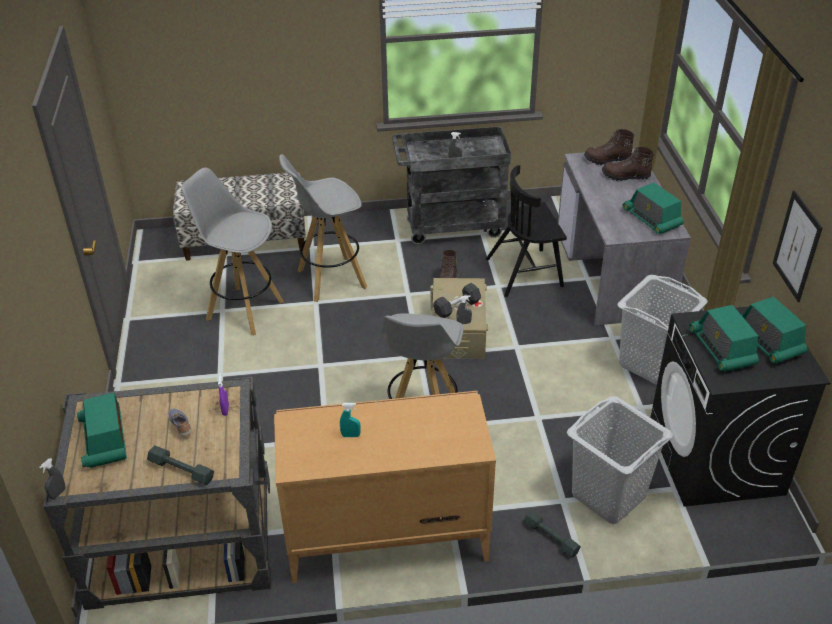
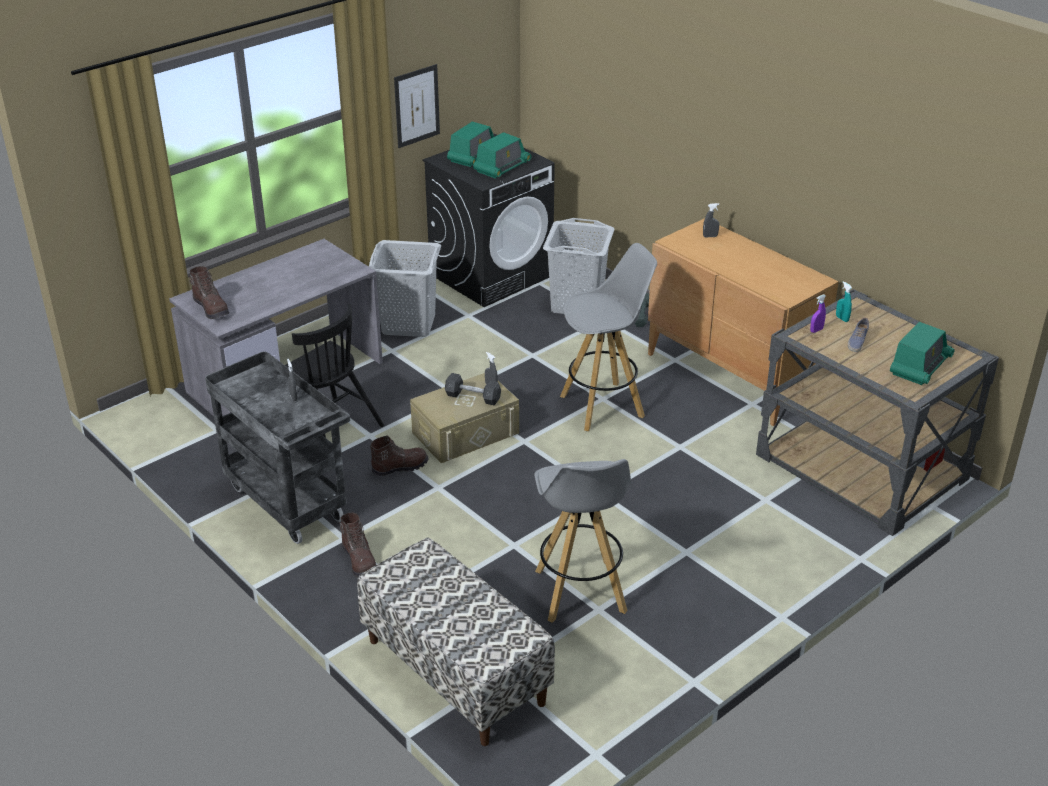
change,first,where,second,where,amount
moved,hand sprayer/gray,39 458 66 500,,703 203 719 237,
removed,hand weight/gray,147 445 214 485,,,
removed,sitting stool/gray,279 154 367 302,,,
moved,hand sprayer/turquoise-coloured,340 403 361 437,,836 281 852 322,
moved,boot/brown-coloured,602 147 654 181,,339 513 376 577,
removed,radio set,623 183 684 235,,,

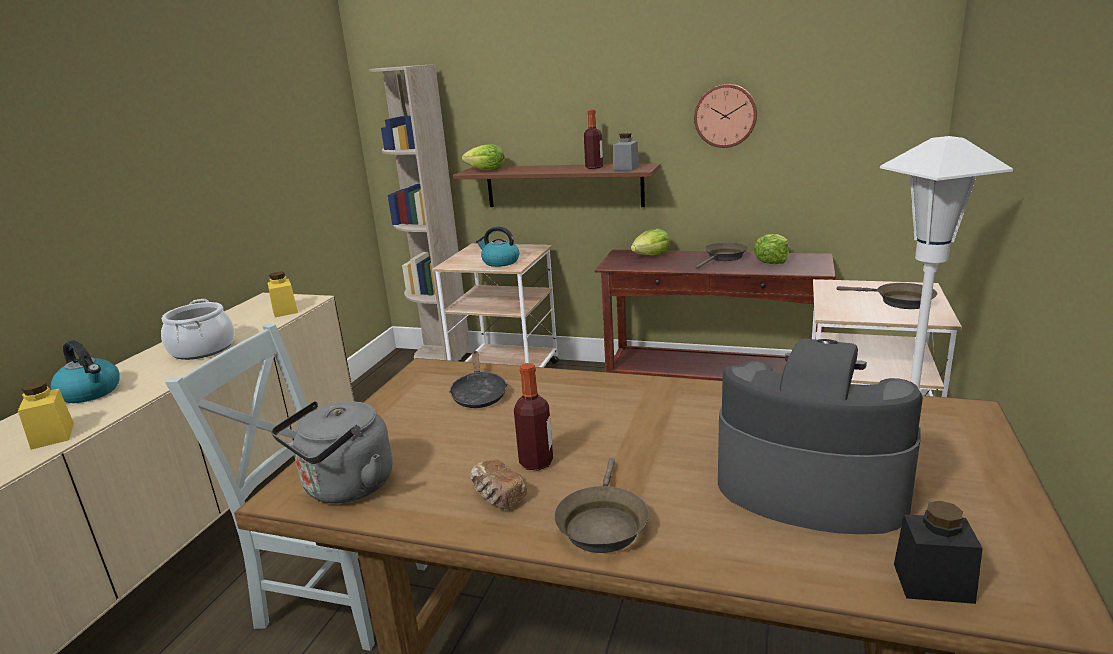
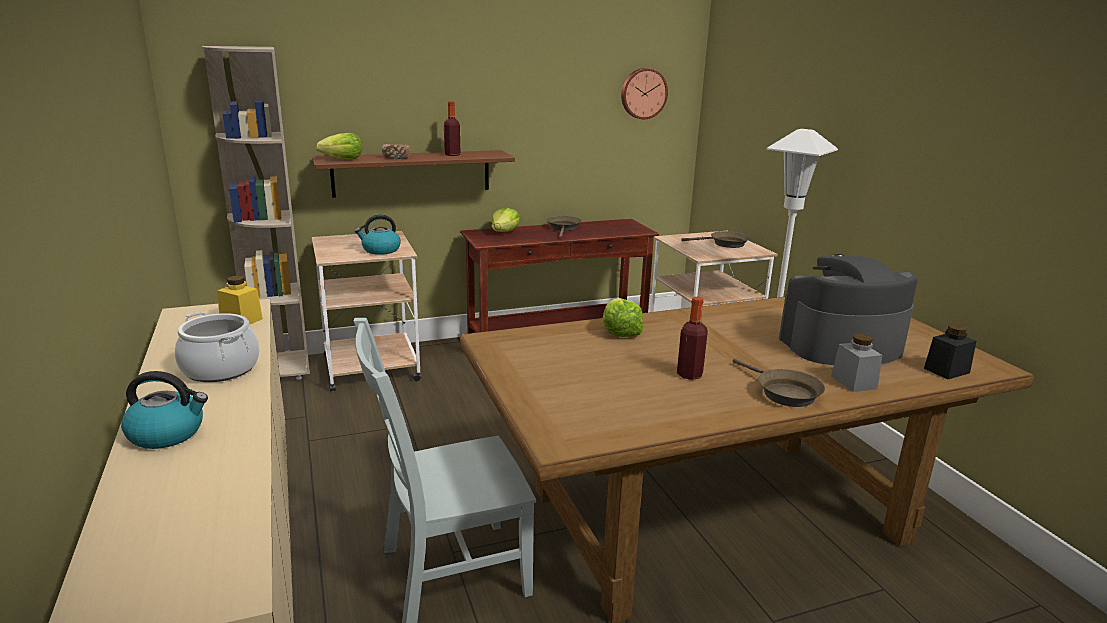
change,first,where,second,where,amount
removed,storage jar/yellow-coloured,18 381 74 450,,,
removed,tea kettle/gray,271 401 393 503,,,
removed,pan/black-coloured,449 351 507 408,,,
moved,baked bread,470 459 527 510,,382 144 411 159,
moved,storage jar/gray,613 133 639 171,,831 334 883 392,
moved,hanging clock,694 84 757 148,,621 68 668 119,
moved,lettuce,753 234 789 264,,603 298 644 337,

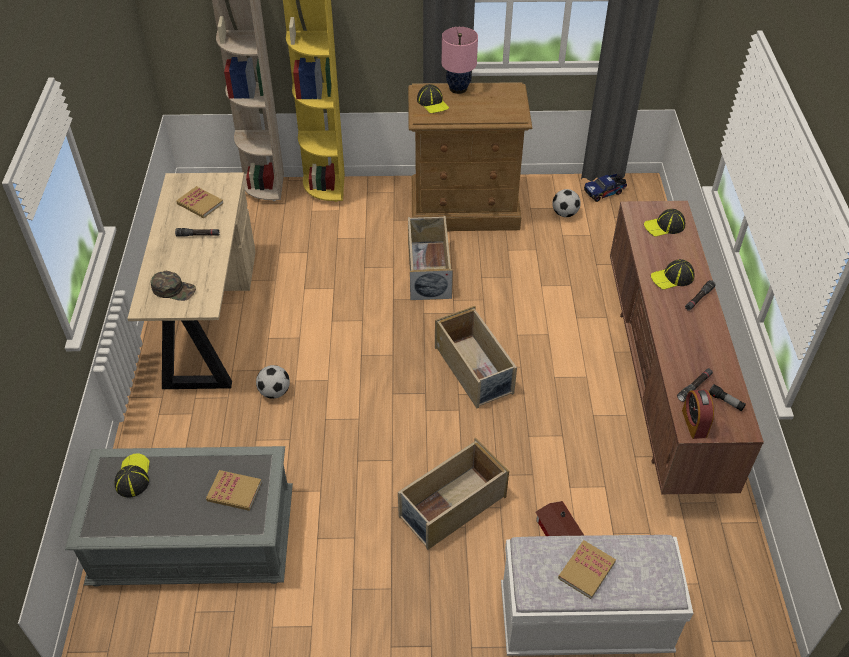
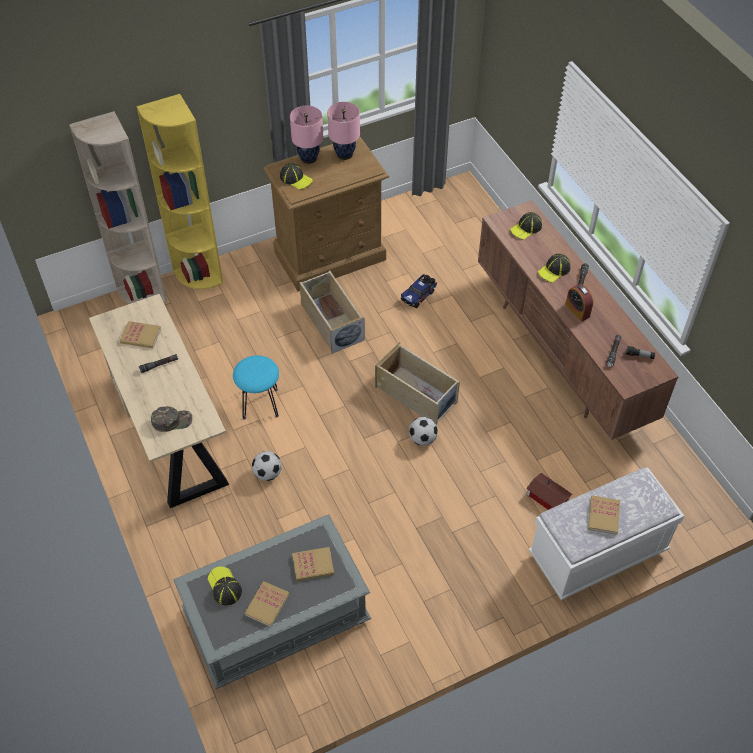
change,first,where,second,where,amount
removed,storage container/sand-coloured,398 438 509 550,,,
moved,ball for football,552 189 581 217,,409 417 438 446,
moved,toy lorry,584 174 627 202,,401 274 437 308,
moved,table clock,682 389 714 439,,565 284 593 321,
added,,,sitting stool/turquoise-coloured,233 355 279 420,
added,,,volume,244 581 290 627,
added,,,lamp for a table/pink,327 102 360 160,

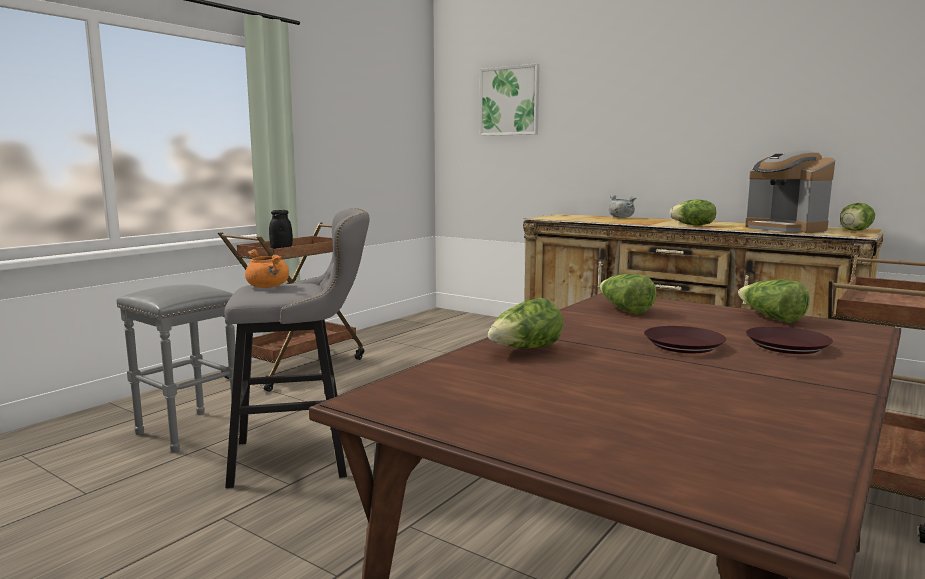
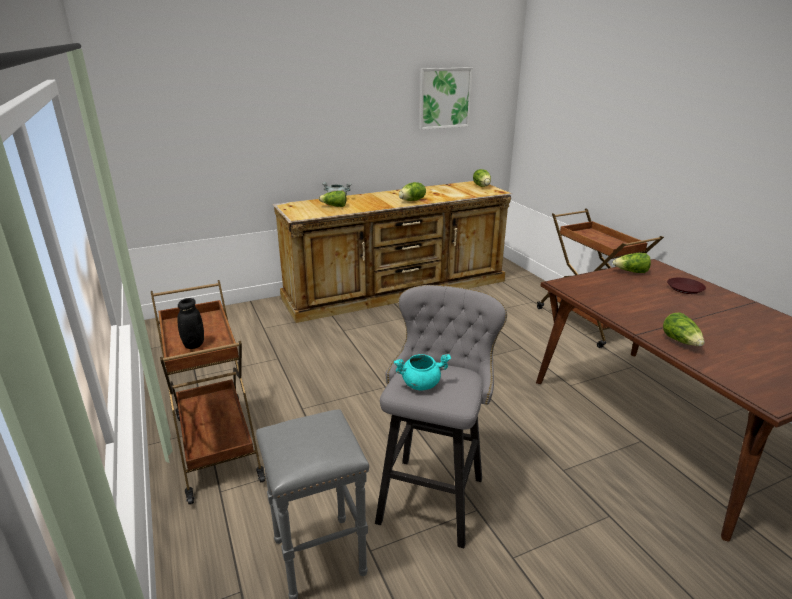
change,first,where,second,where,amount
recoloured,stockpot/orangey,245 249 289 288,stockpot/turquoise-coloured,394 354 451 391,
moved,picture,480 63 540 136,,419 67 473 130,
moved,lettuce,600 273 657 315,,318 191 346 207,
removed,dinner plate/brown-coloured,644 326 726 353,,,
removed,coffee machine,745 151 835 233,,,

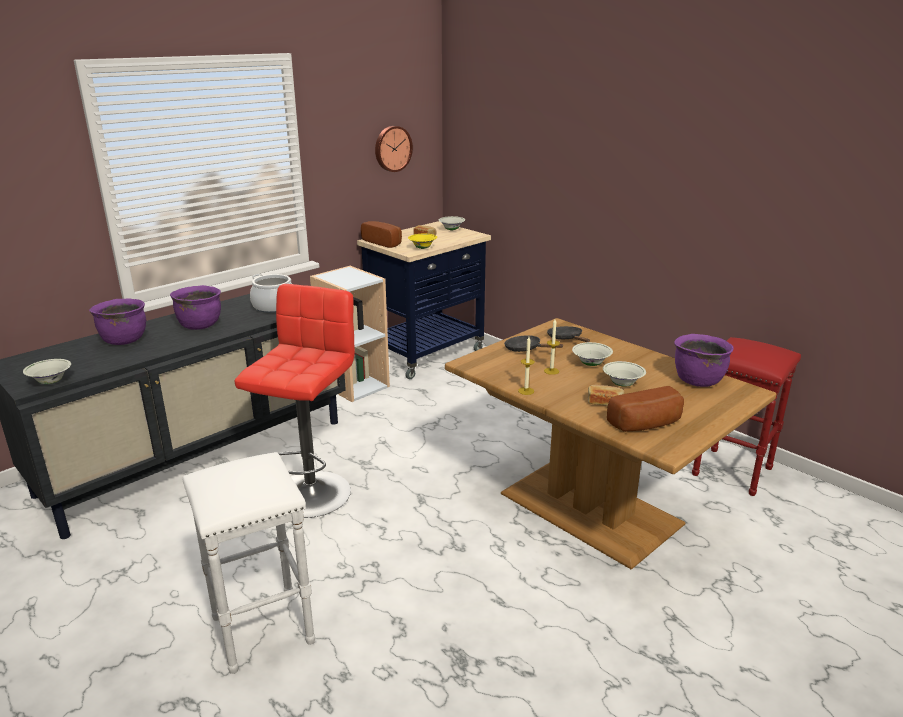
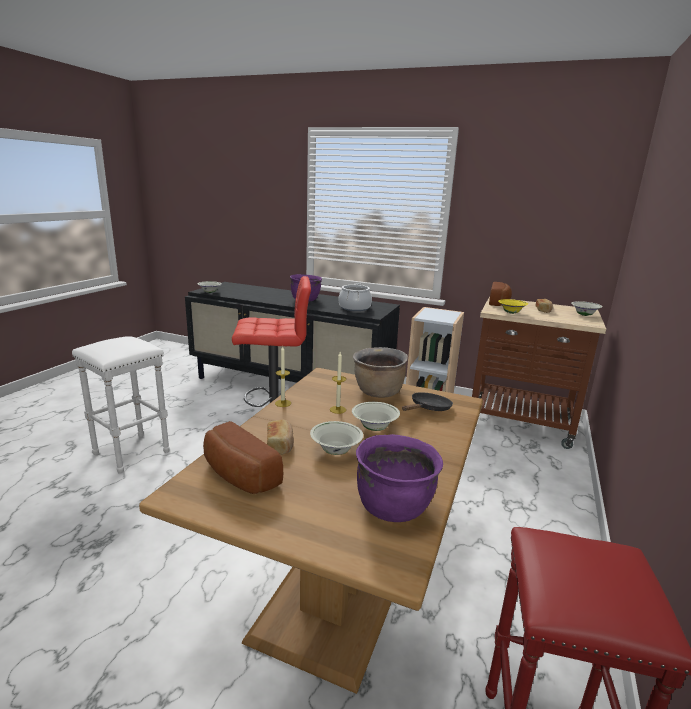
change,first,where,second,where,amount
removed,stockpot/purplish,89 299 146 345,,,
recoloured,wheeled cart/bluish,357 221 491 379,wheeled cart/brown-coloured,472 297 606 449,
removed,hanging clock,375 126 413 172,,,
replaced,pan/black-coloured,504 335 564 352,stockpot/brown-coloured,353 347 408 398,

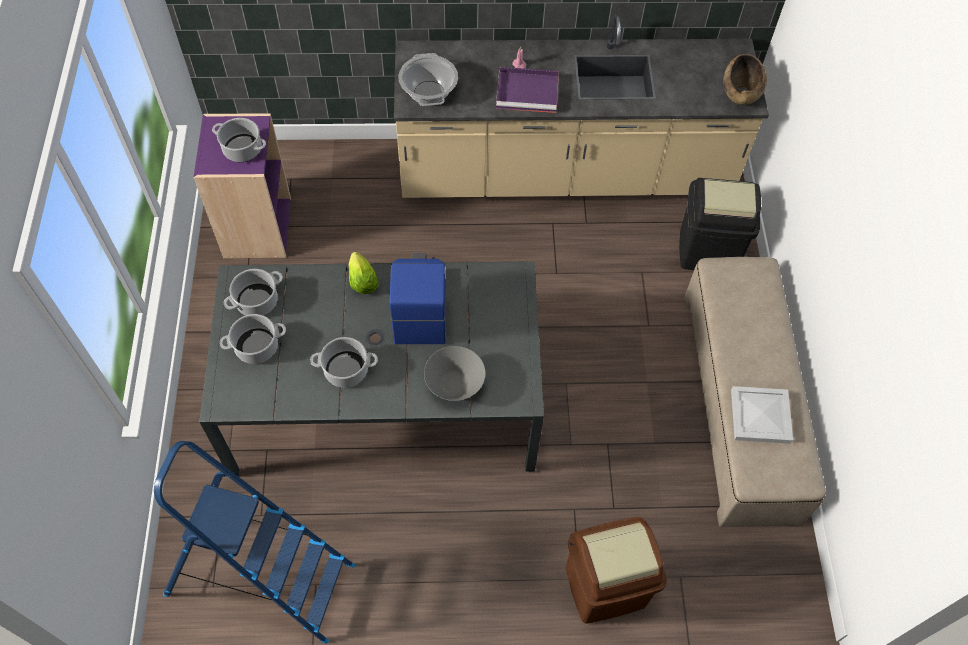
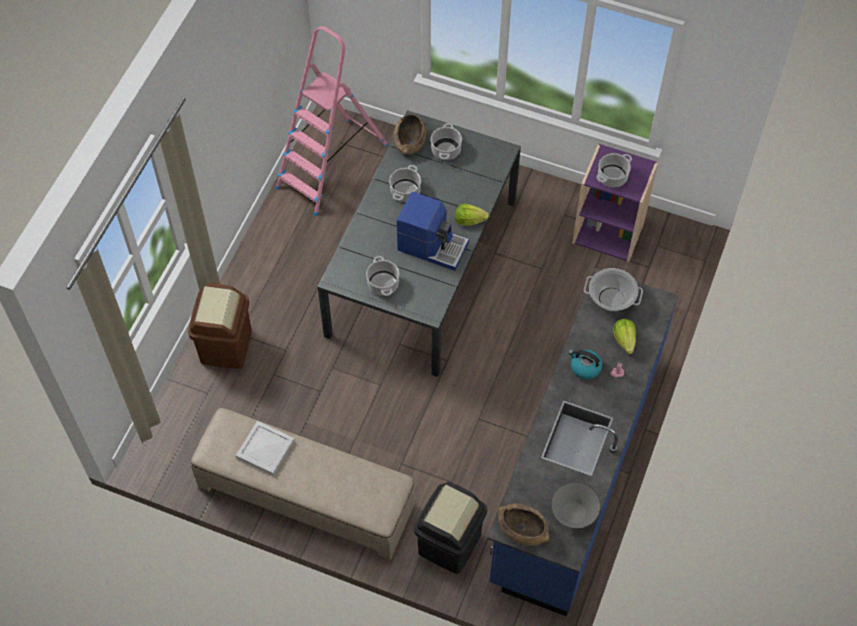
change,first,where,second,where,amount
recoloured,step stool/bluish,154 441 355 643,step stool/pink,276 26 388 216,
moved,stockpot,224 269 283 315,,366 256 399 296,
recoloured,counter/sand-coloured,394 15 769 198,counter/bluish,487 268 679 616,
moved,bowl/gray,424 346 486 401,,552 483 600 528,
replaced,serving tray/purplish,496 67 559 113,tea kettle,568 349 602 379,
added,,,bowl/brown-coloured,393 114 427 155,
added,,,lettuce,613 319 636 354,

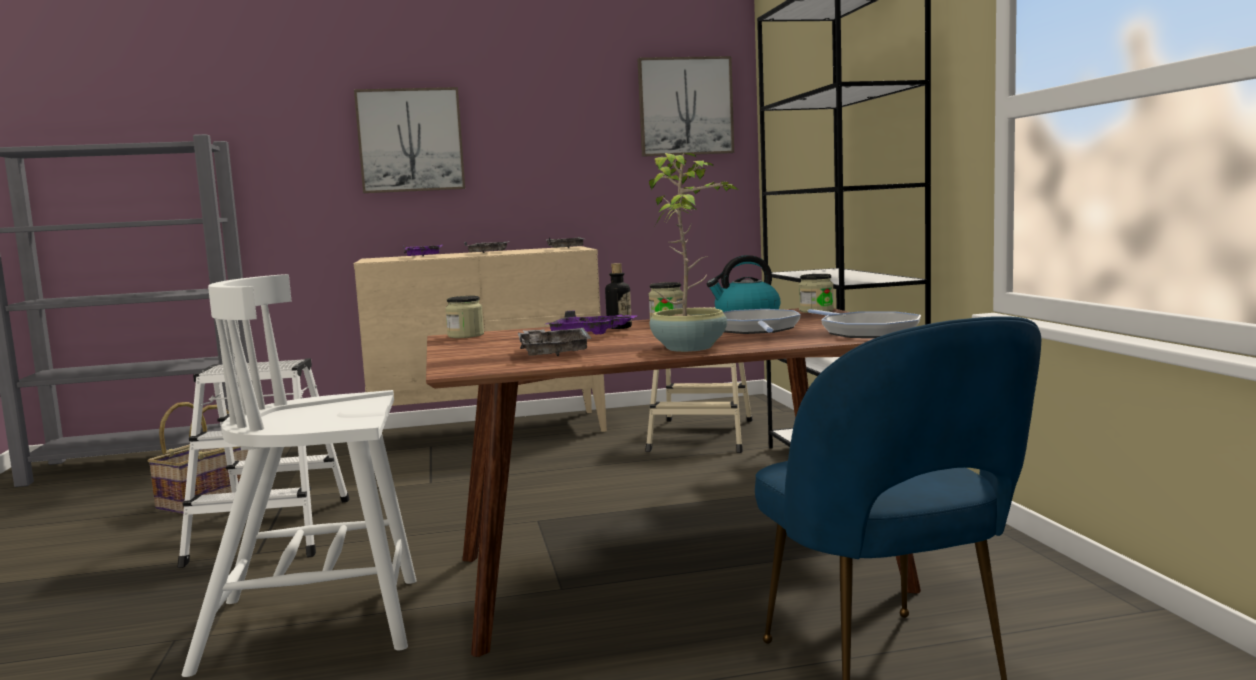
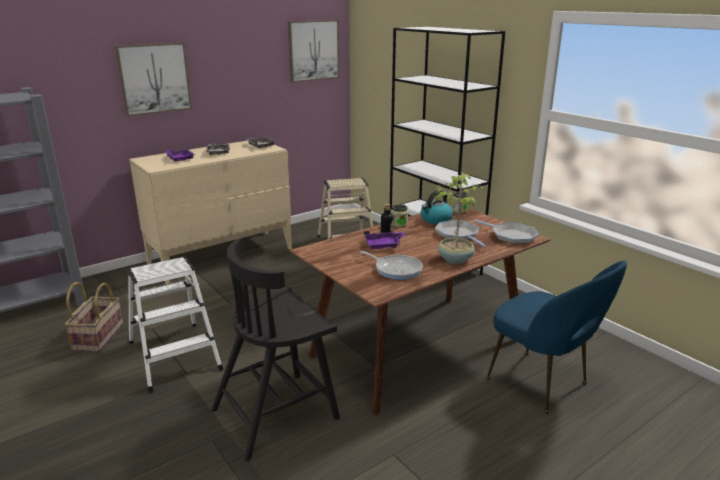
change,first,where,second,where,amount
recoloured,upright chair/white-coloured,182 274 417 677,upright chair/black-coloured,211 239 340 461,
removed,storage jar,445 296 484 338,,,
replaced,serving tray/gray,518 328 592 356,pan,361 251 423 280,

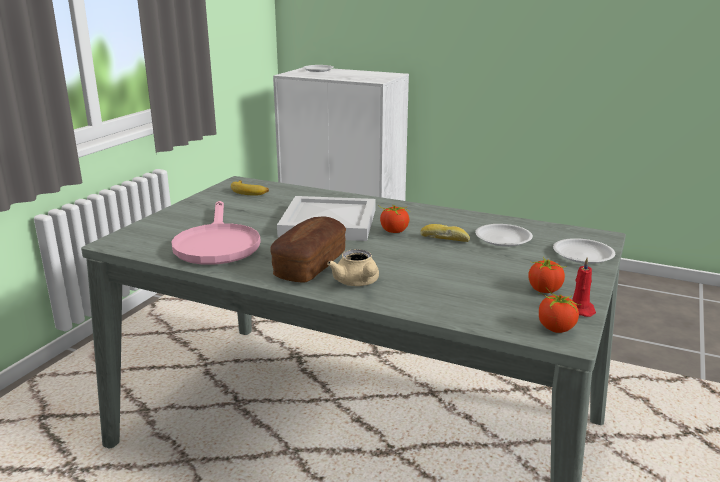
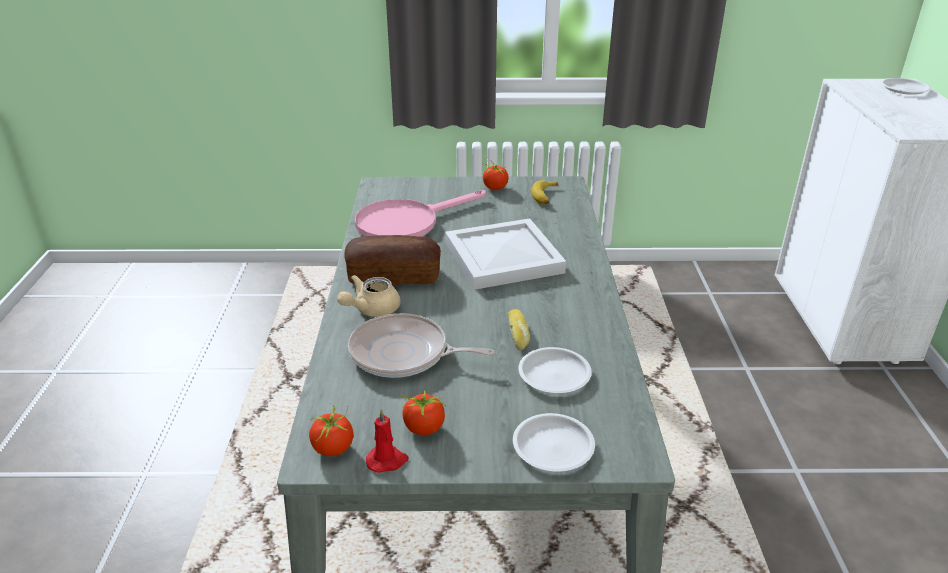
change,first,where,second,where,amount
moved,fresh tomato,379 205 410 233,,483 161 509 190,
added,,,pan,348 313 494 378,

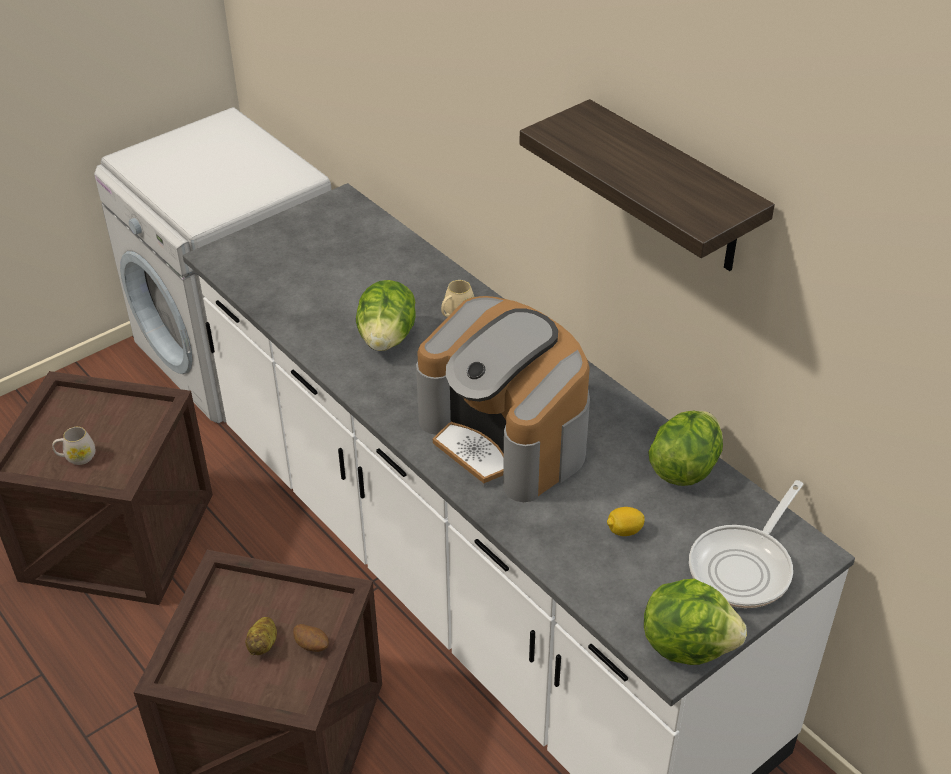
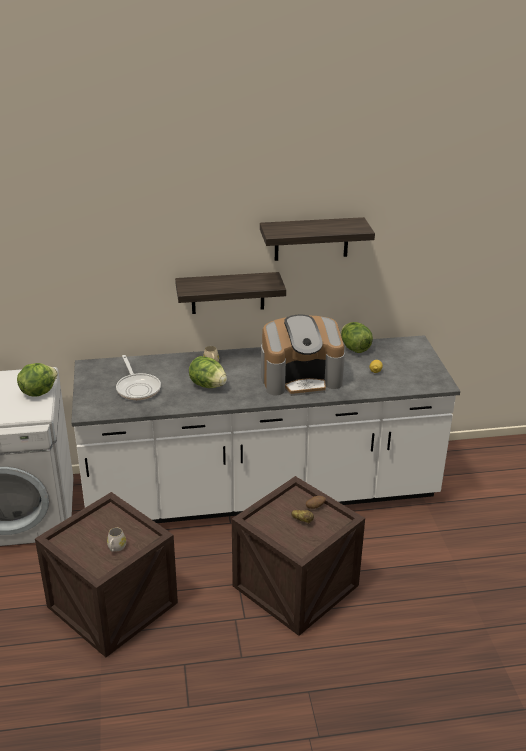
change,first,where,second,where,amount
moved,lettuce,644 579 747 665,,17 363 58 397,
moved,pan,689 480 804 608,,116 355 161 400,
added,,,shelf,175 272 286 314,

